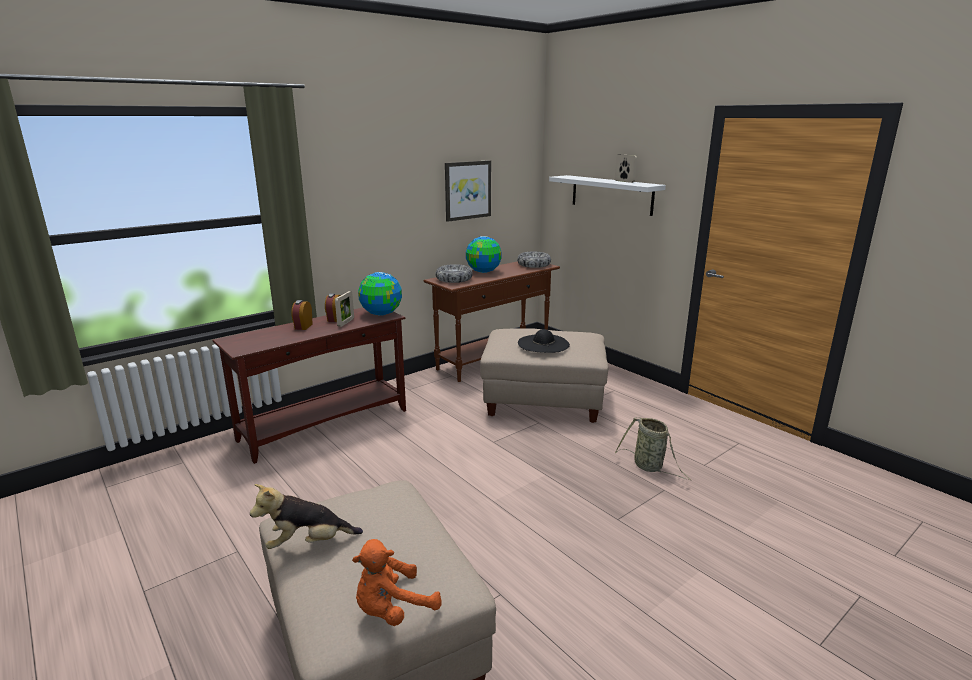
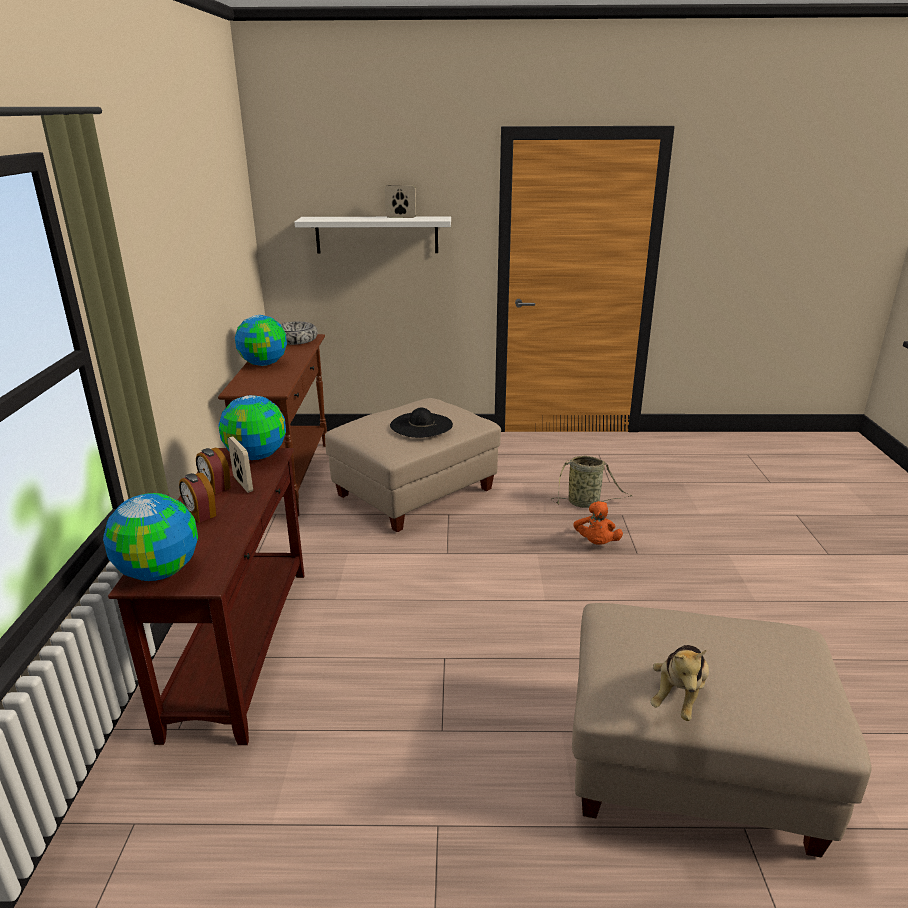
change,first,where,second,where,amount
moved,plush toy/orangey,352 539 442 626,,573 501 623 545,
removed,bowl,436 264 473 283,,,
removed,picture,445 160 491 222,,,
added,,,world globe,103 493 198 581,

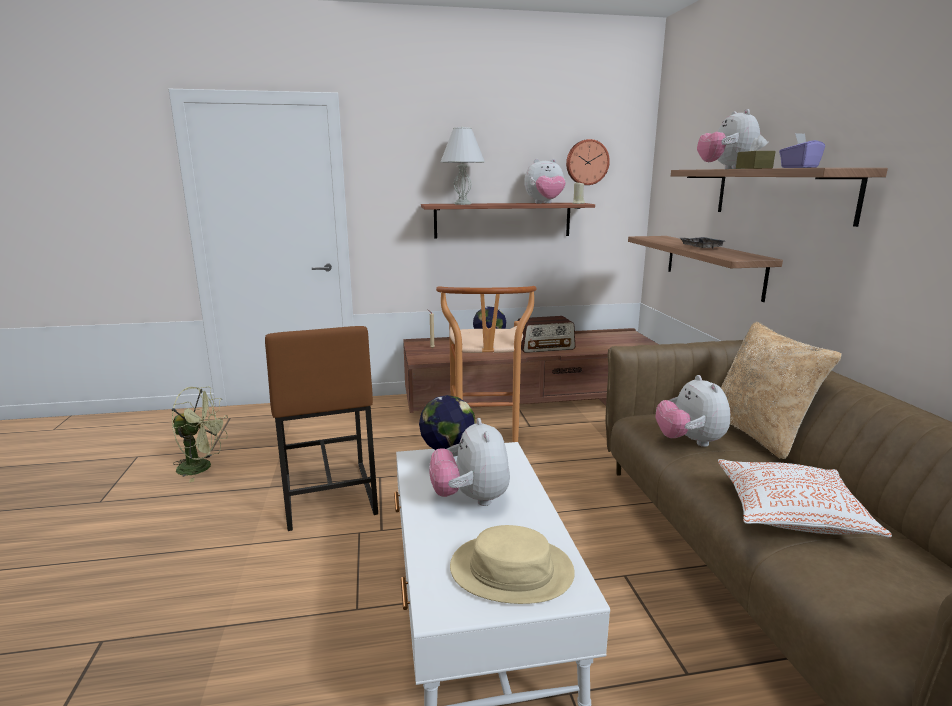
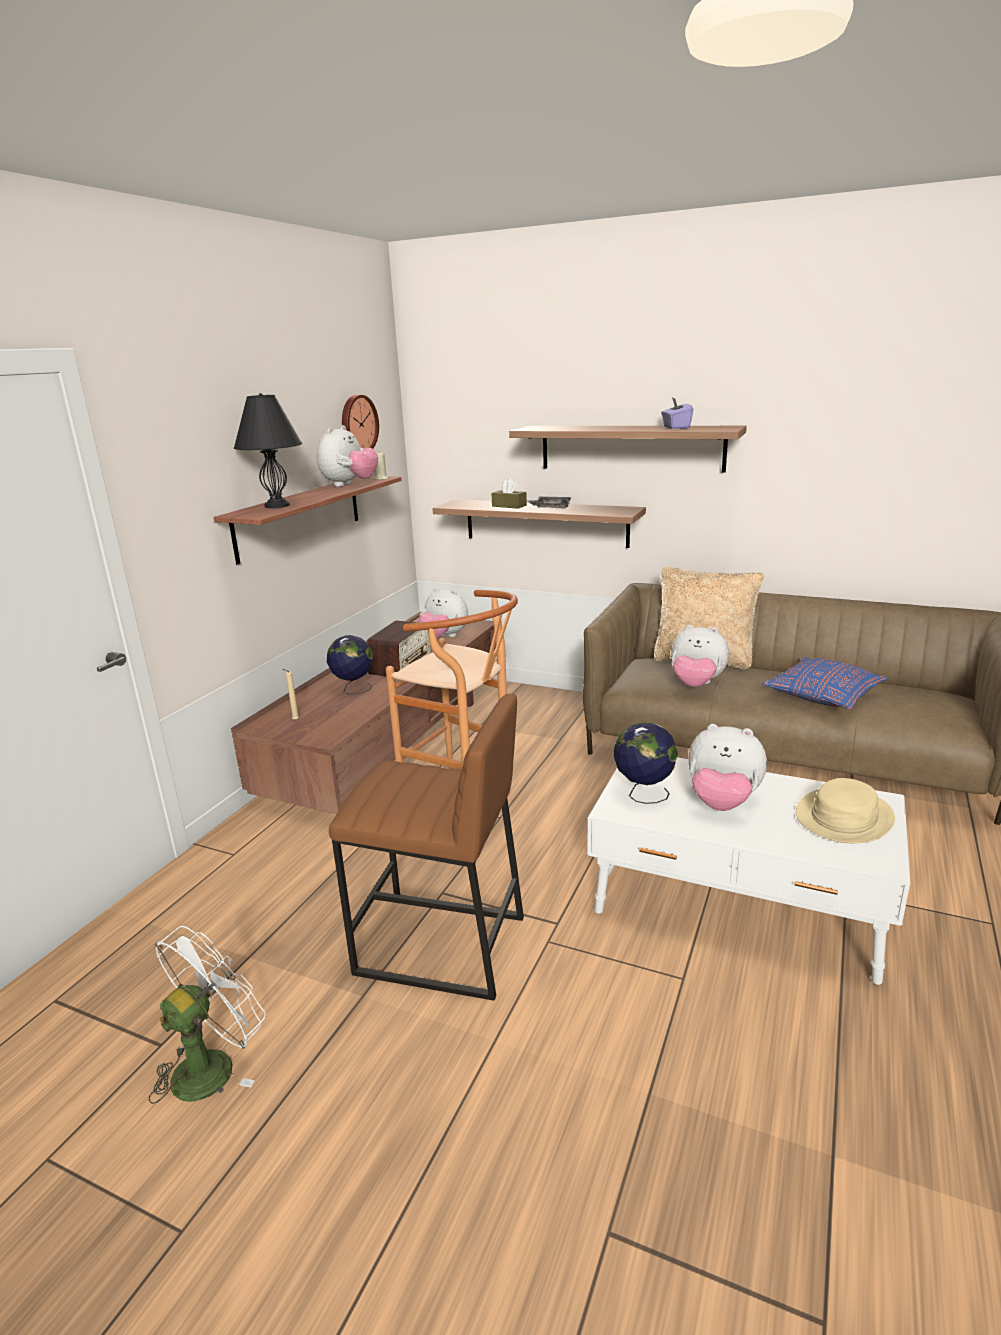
change,first,where,second,where,amount
recoloured,electric fan/green-coloured,172 387 228 482,electric fan/white-coloured,149 926 266 1104,
recoloured,lamp for a table/white-coloured,441 126 485 205,lamp for a table/black-coloured,234 393 302 508,
moved,plush toy,697 109 760 169,,418 588 468 638,
recoloured,throw pillow/white-coloured,718 459 892 538,throw pillow/bluish,762 657 888 710,
moved,box of tissues/brown-coloured,736 135 775 169,,491 479 527 509,

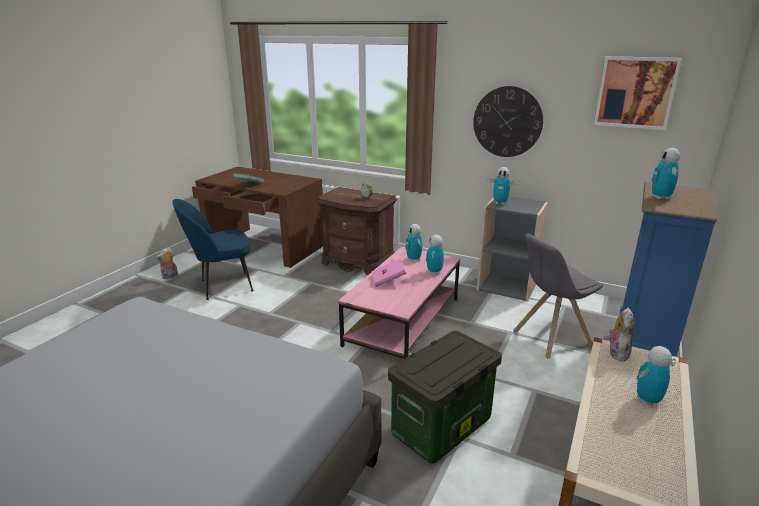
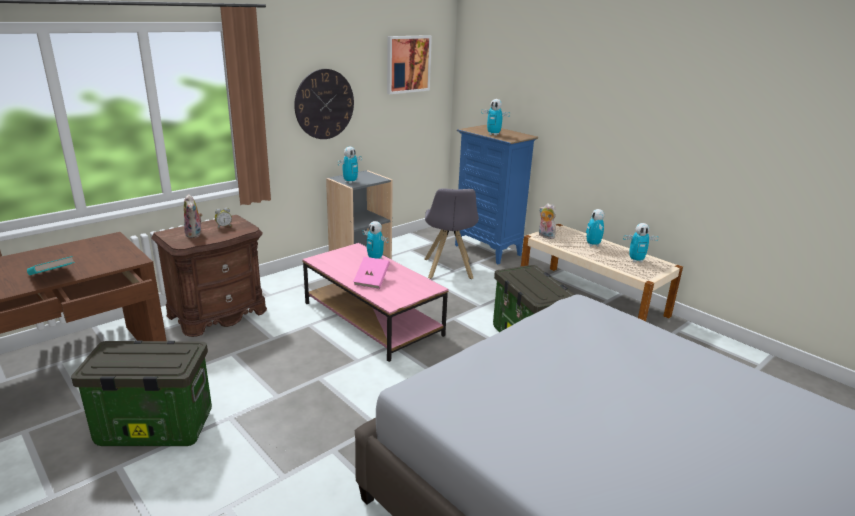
change,first,where,second,where,amount
moved,plush toy,156 247 178 279,,184 194 203 238,
replaced,upright chair/bluish,173 199 253 300,storage container,71 340 212 446,
moved,robot figure,405 224 422 262,,623 223 658 262,

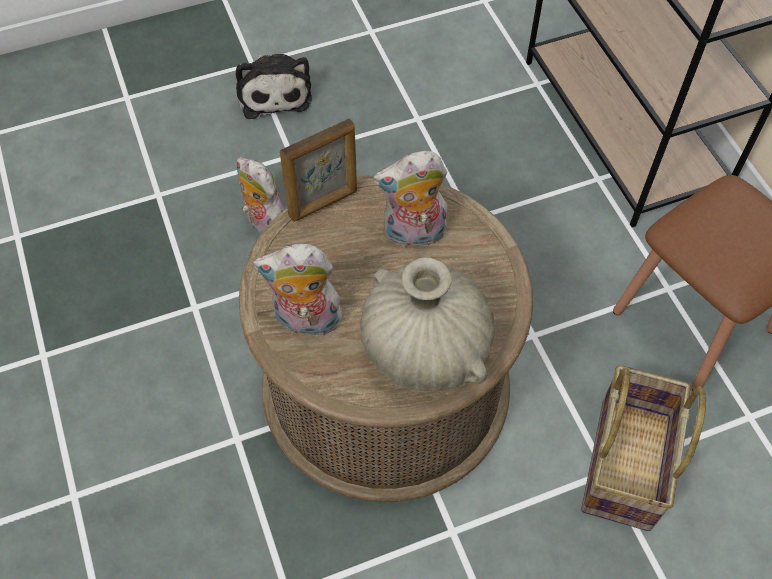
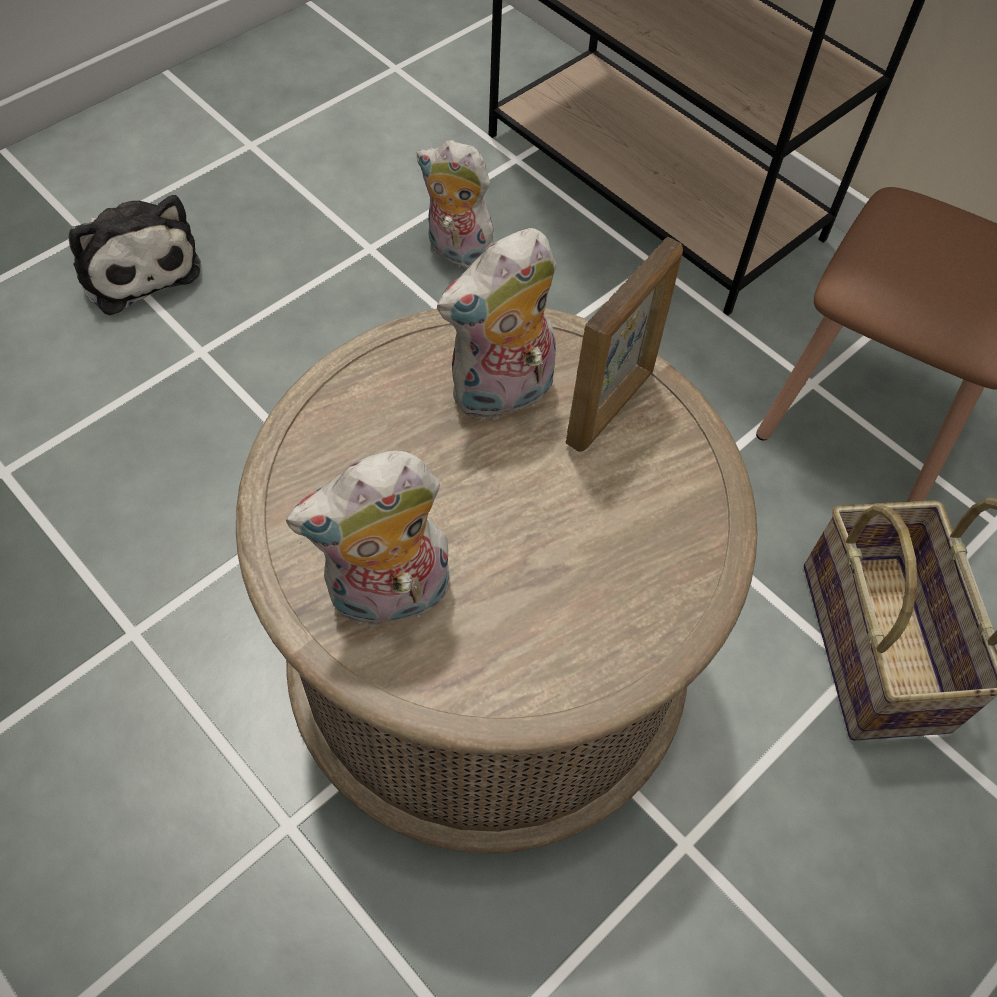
change,first,where,second,where,amount
moved,plush toy,237 157 284 236,,417 140 493 271,
moved,picture frame,280 118 357 222,,566 237 683 452,
removed,vase/sand-coloured,360 257 495 391,,,

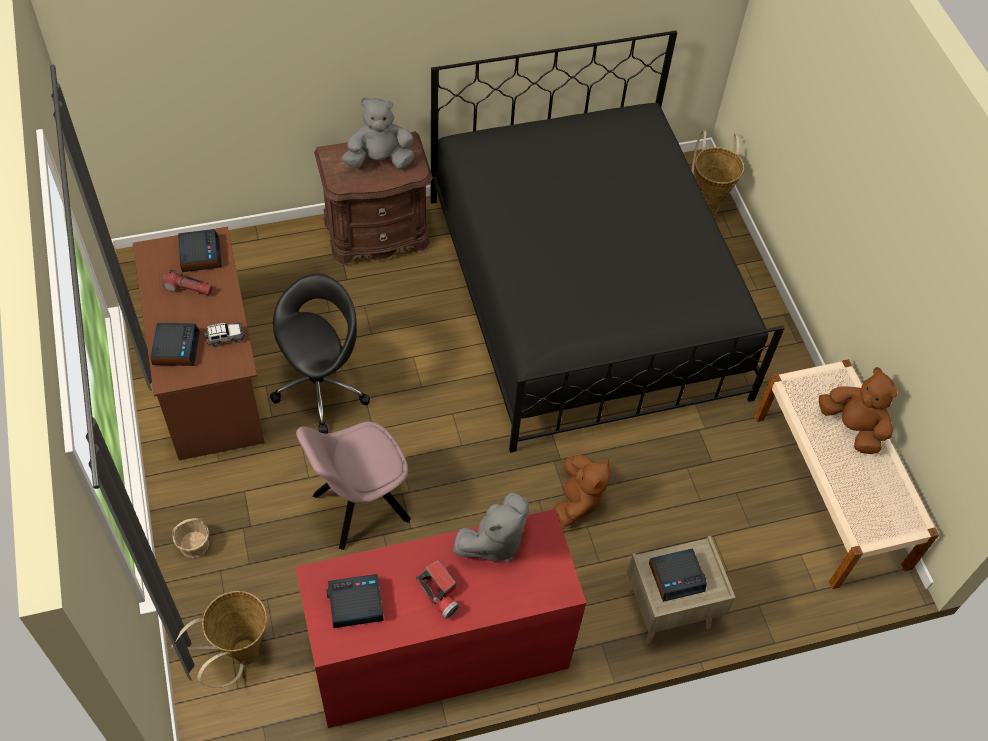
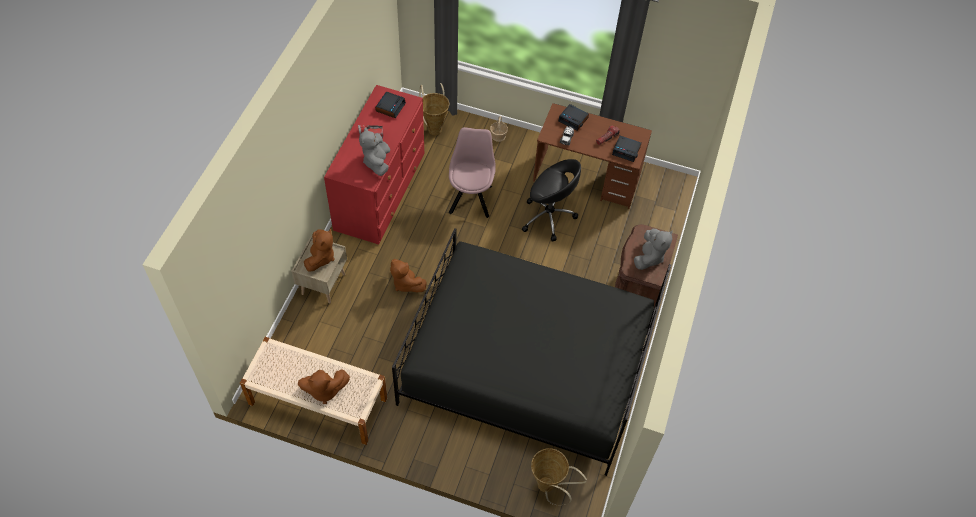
change,first,where,second,where,amount
turned,desk chair/black-coloured,270 274 370 434,,522 159 581 241,60 degrees counterclockwise
replaced,table clock,649 548 707 602,plush toy/brown-coloured,304 229 335 272,

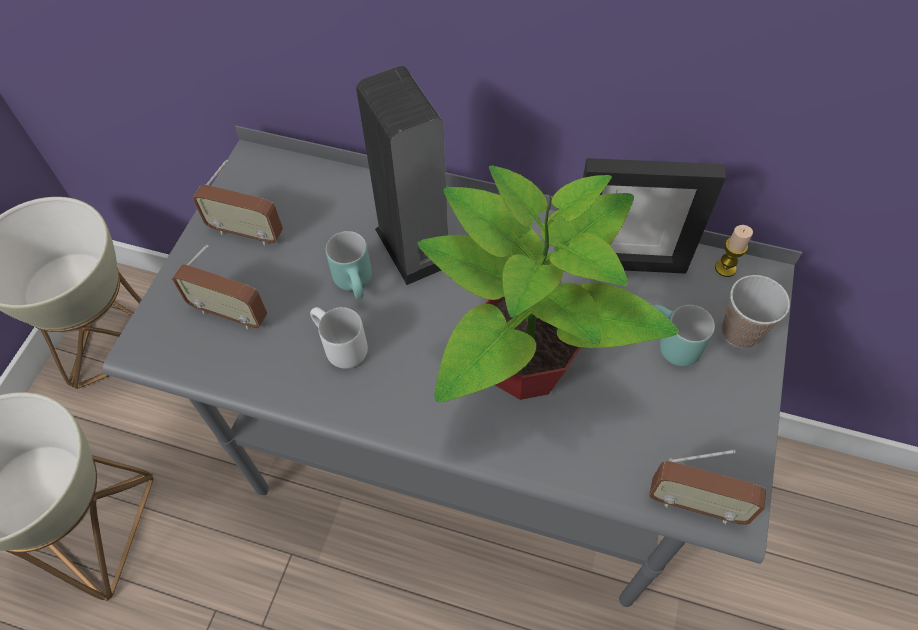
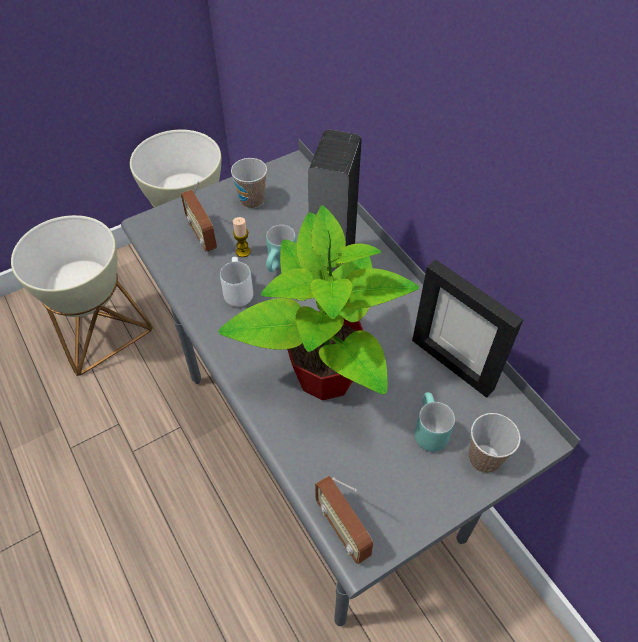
change,first,where,second,where,amount
replaced,radio set,193 160 283 245,drinking cup,231 158 267 209,
moved,wax candle,715 225 753 277,,233 217 251 257,

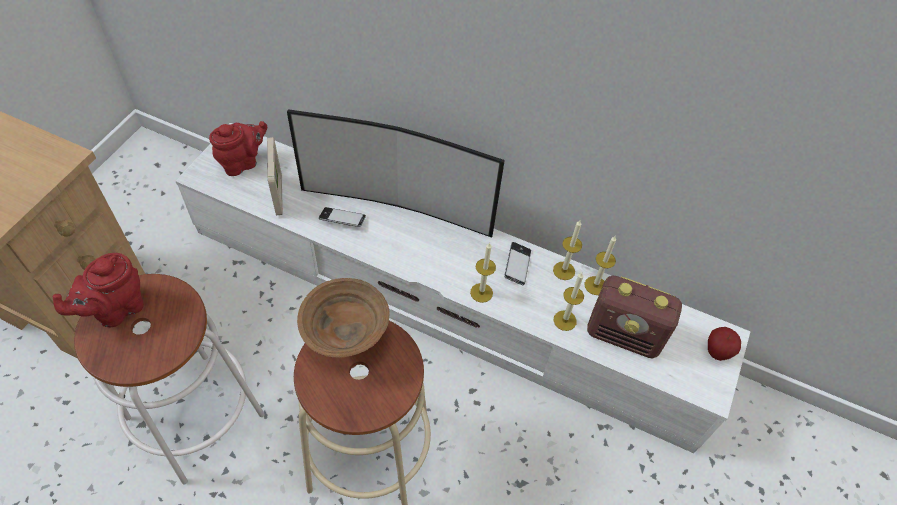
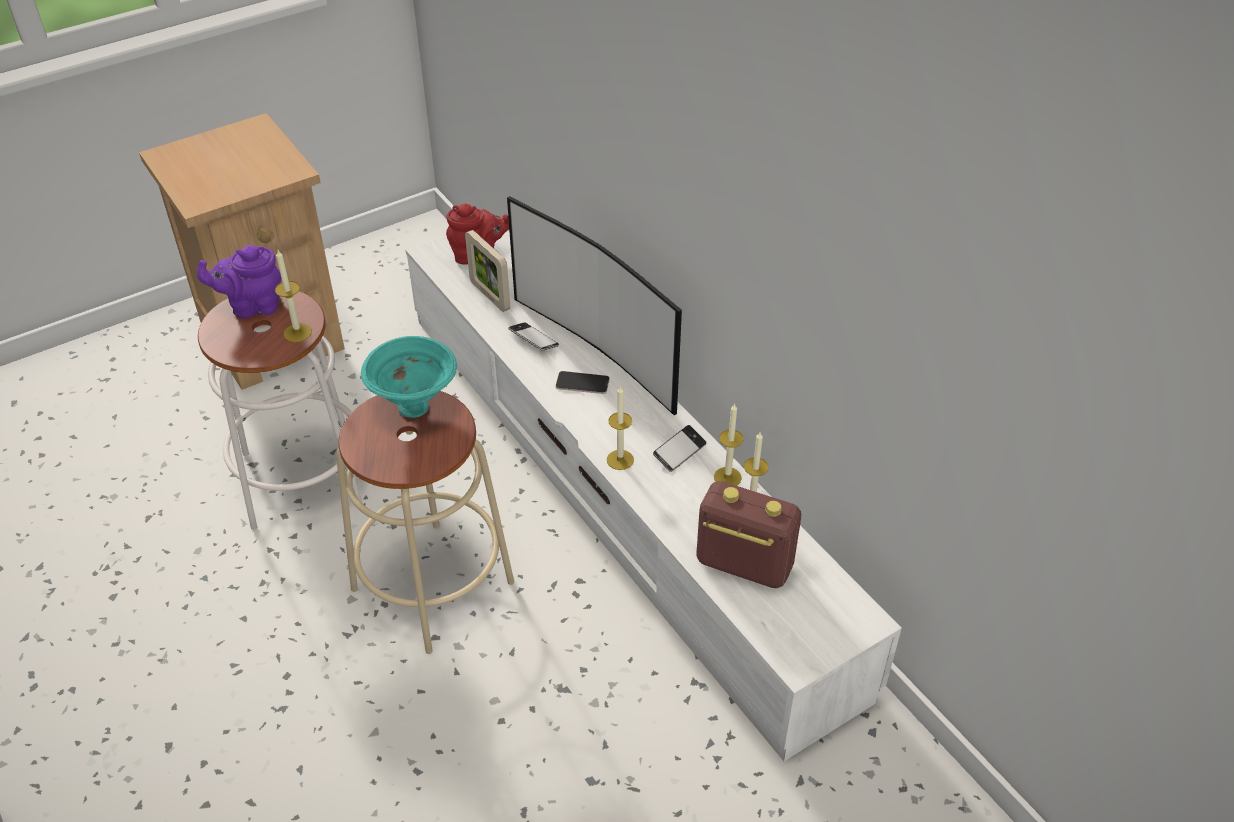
change,first,where,second,where,amount
recoloured,pot for tea/reddish,53 253 144 327,pot for tea/purplish,197 245 282 318,
turned,picture frame,267 137 283 215,,465 230 510 312,120 degrees clockwise
recoloured,bowl/brown-coloured,297 278 390 358,bowl/turquoise-coloured,361 336 457 418,
moved,wax candle,554 273 584 331,,275 250 312 342,
turned,radio set,587 275 682 358,,696 481 801 588,150 degrees clockwise
removed,whole apple,708 327 741 361,,,
added,,,phone,555 371 610 394,

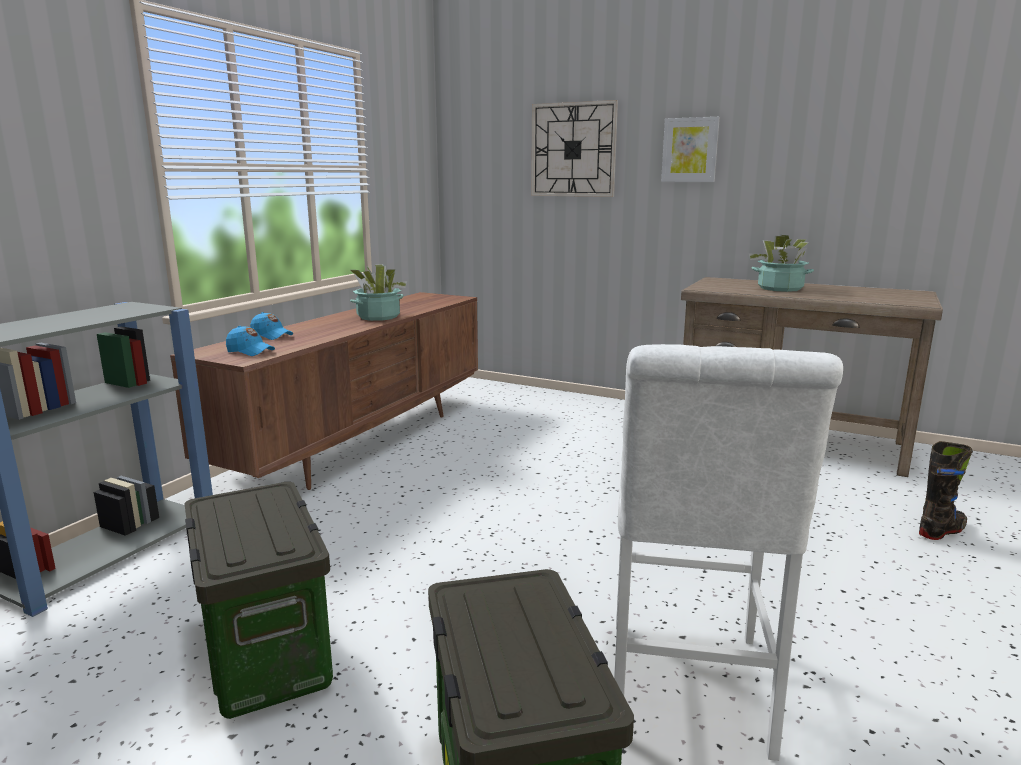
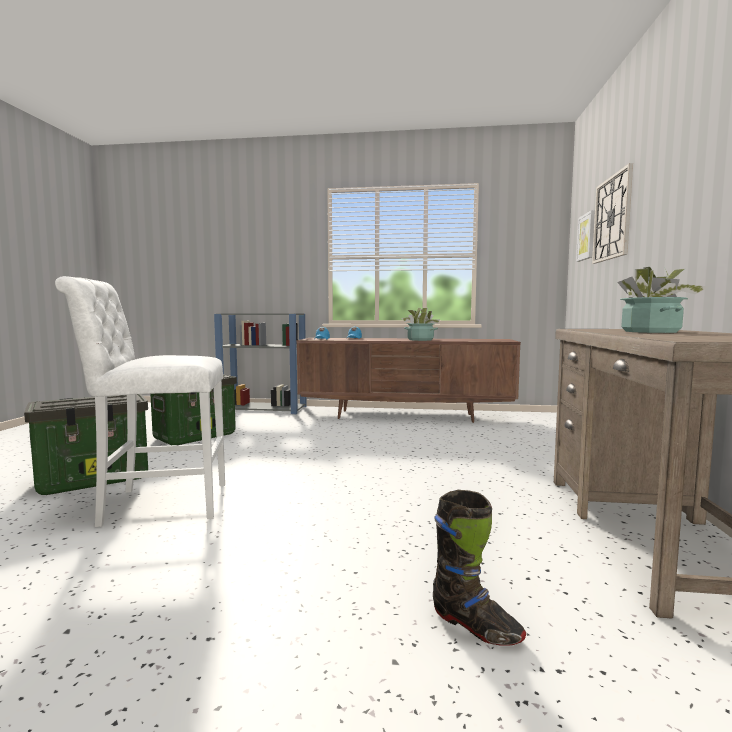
change,first,where,second,where,amount
moved,picture,661 117 720 182,,576 210 595 262,

